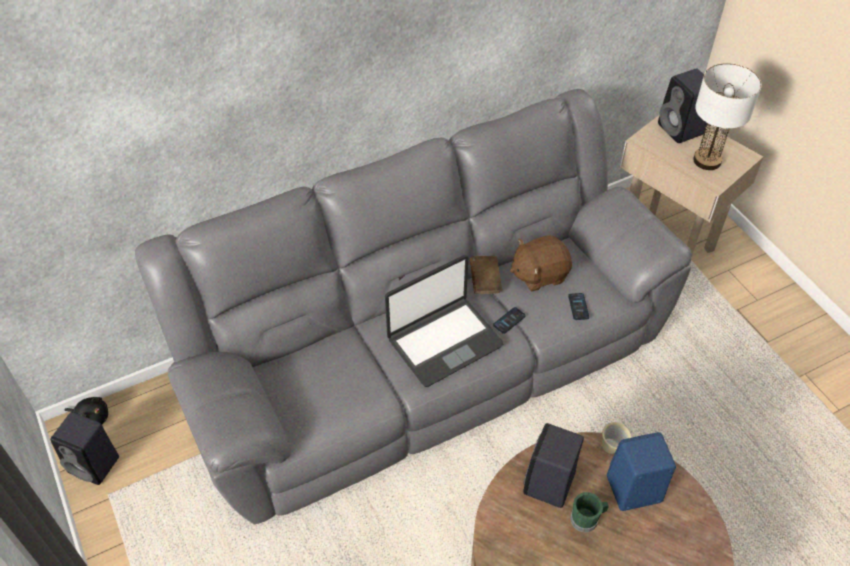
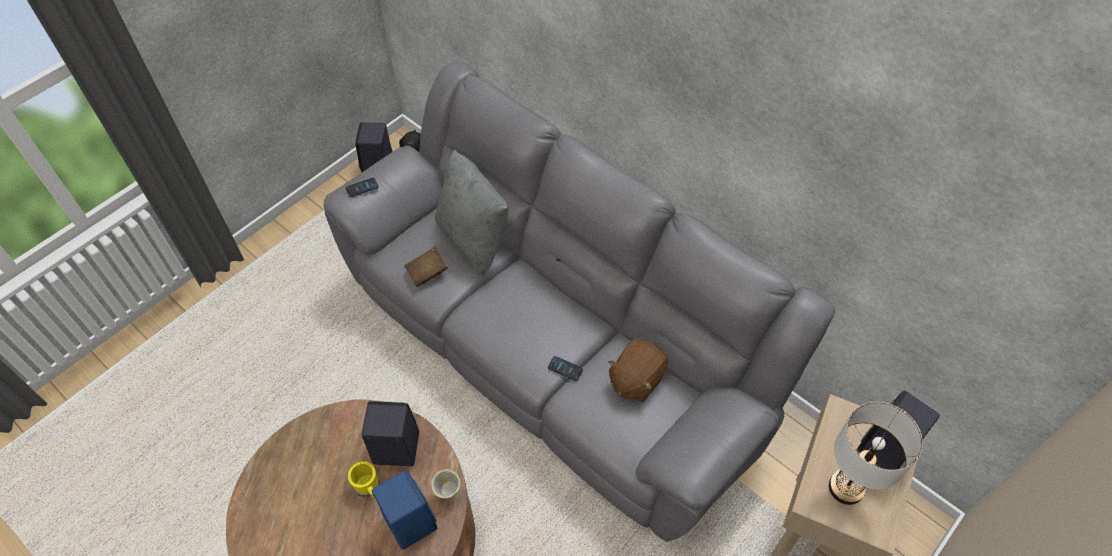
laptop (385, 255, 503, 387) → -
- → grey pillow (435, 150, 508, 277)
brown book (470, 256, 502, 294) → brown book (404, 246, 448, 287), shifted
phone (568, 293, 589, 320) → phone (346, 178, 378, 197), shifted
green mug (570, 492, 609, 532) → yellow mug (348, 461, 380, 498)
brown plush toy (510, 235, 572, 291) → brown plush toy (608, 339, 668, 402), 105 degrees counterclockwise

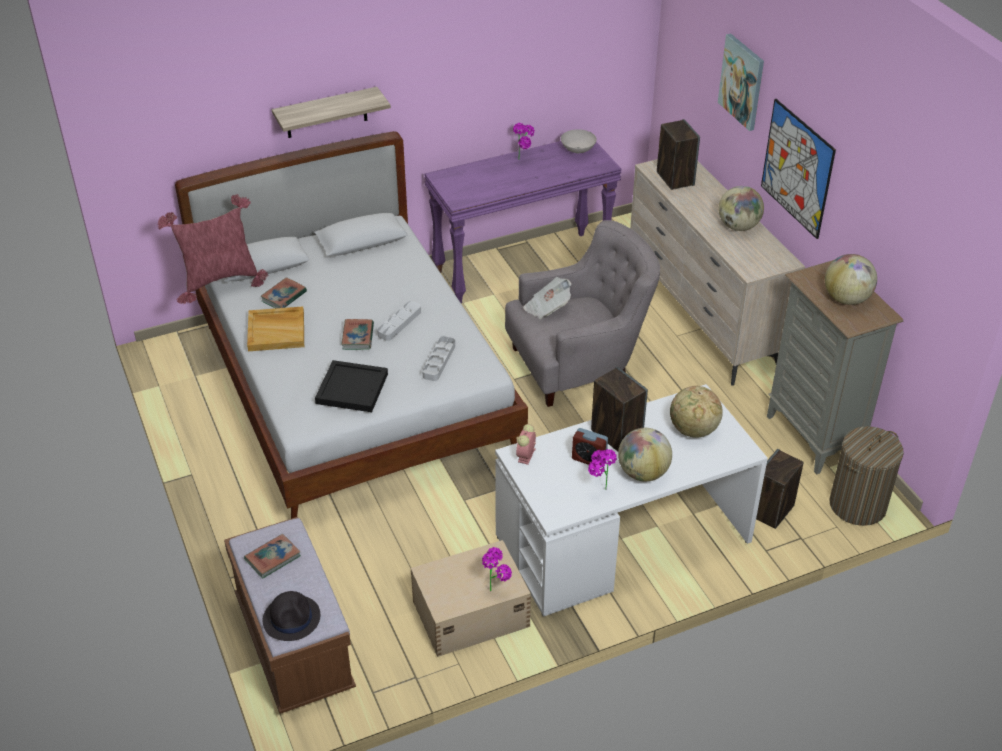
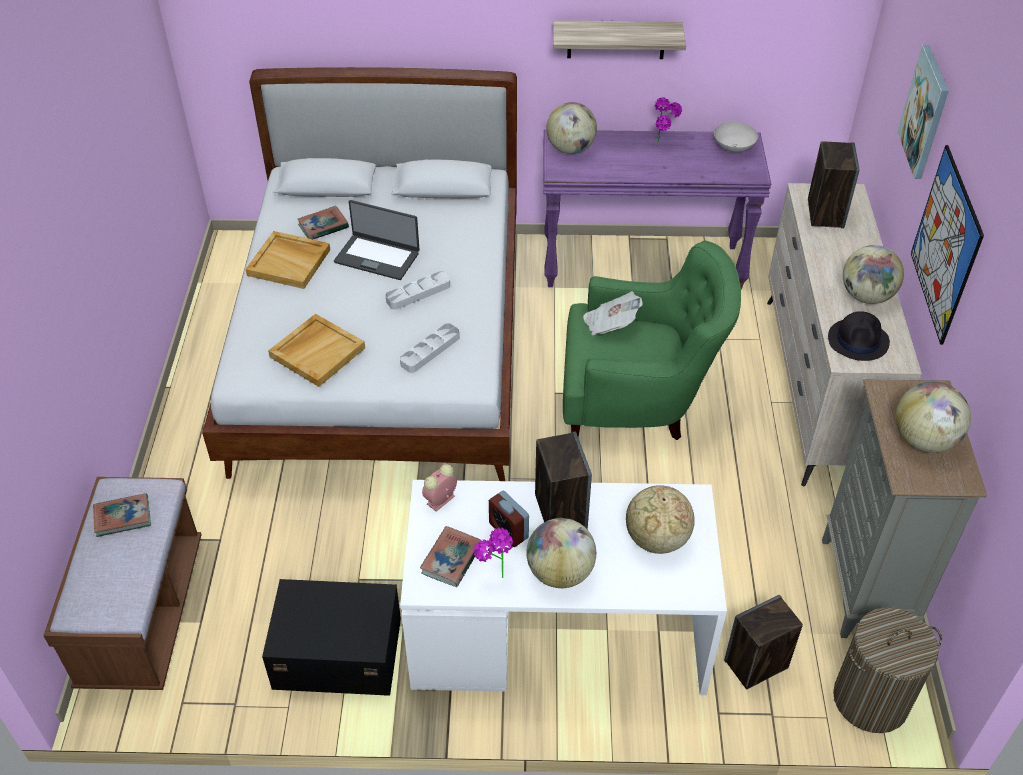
red pillow (158, 194, 269, 304) → -
potted plant (482, 547, 512, 591) → -
- → laptop (334, 200, 420, 280)
- → globe (546, 102, 597, 154)
black hat (263, 591, 320, 641) → black hat (828, 311, 890, 361), shifted
shelf (272, 87, 391, 138) → shelf (553, 20, 686, 59), shifted
book (341, 319, 374, 350) → book (420, 526, 480, 587), shifted
black tray (315, 360, 388, 412) → beige tray (268, 314, 365, 387)
beige storage box (411, 540, 531, 657) → black storage box (262, 579, 401, 696)
grey armchair (505, 220, 660, 407) → green armchair (563, 241, 741, 440)

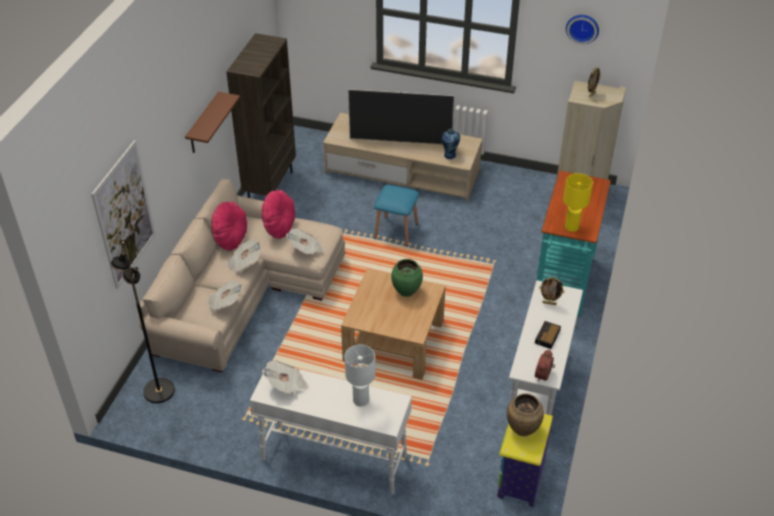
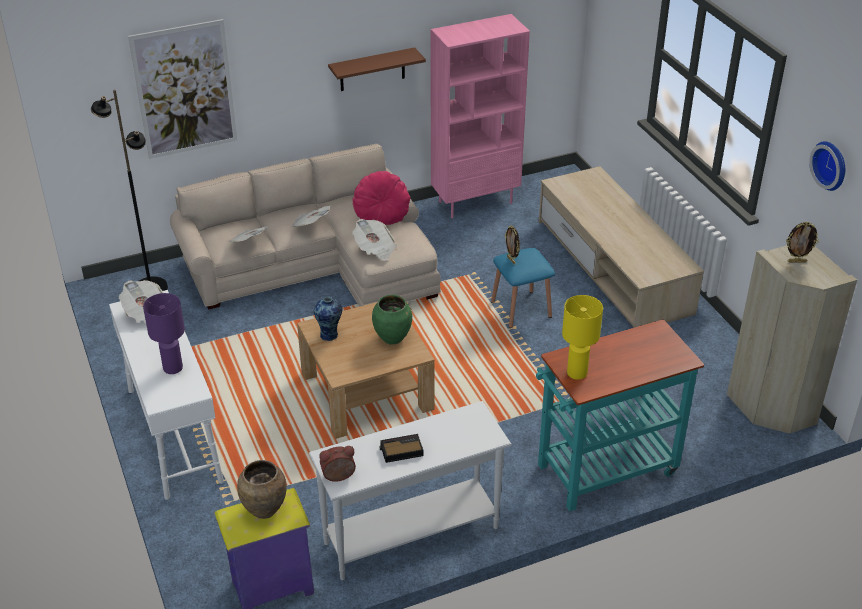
pink pillow (211, 201, 247, 251) → -
television (348, 89, 454, 144) → -
vase (441, 129, 460, 159) → vase (314, 296, 343, 342), shifted
picture frame (539, 277, 564, 305) → picture frame (505, 226, 520, 265), shifted
brown bookcase (226, 33, 296, 198) → pink bookcase (431, 14, 530, 218)
white table lamp (345, 344, 375, 407) → purple table lamp (143, 293, 185, 374)

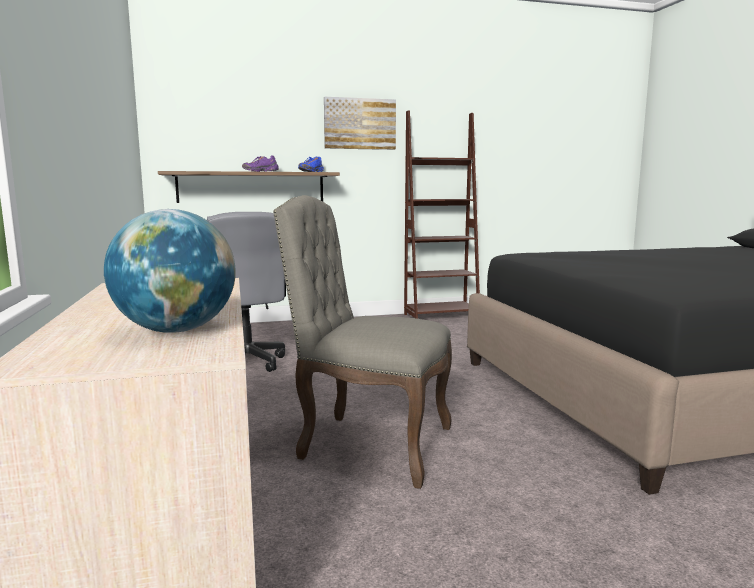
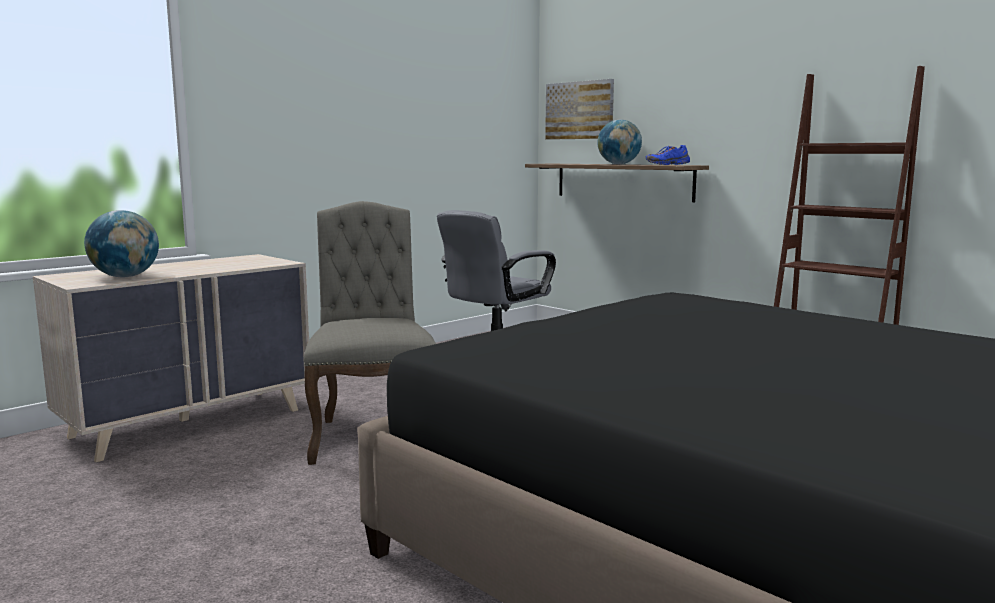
picture (324, 97, 396, 150) → picture (545, 79, 614, 140), shifted
purple shoe (242, 155, 279, 172) → globe (597, 119, 642, 164)

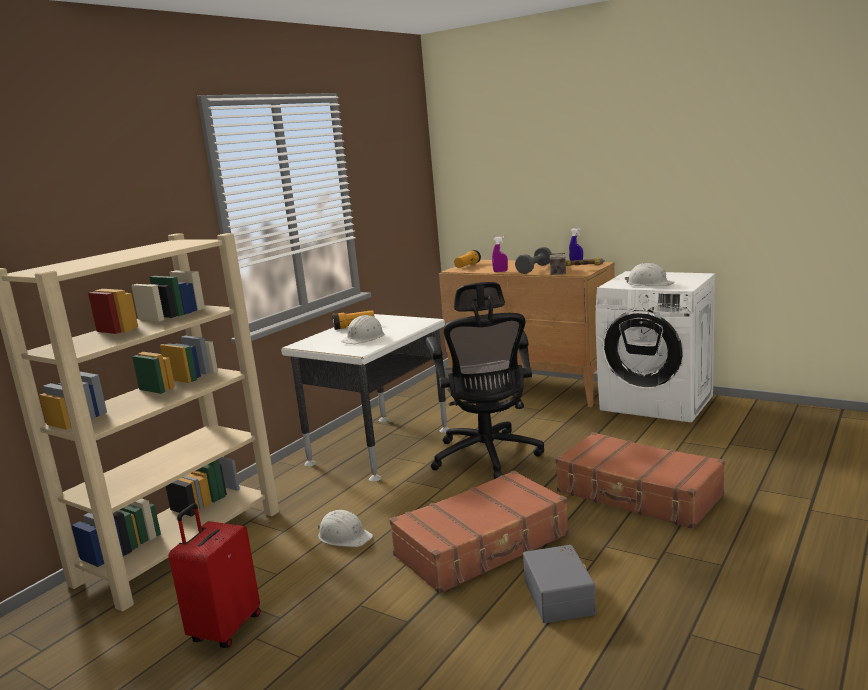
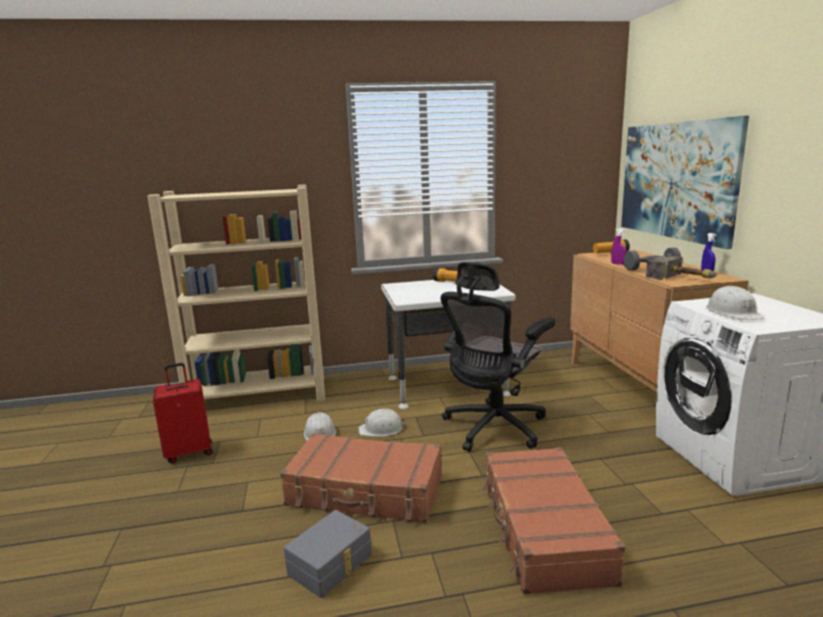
- → picture (621, 116, 749, 249)
white hard hat (341, 315, 384, 344) → white hard hat (358, 408, 405, 437), shifted

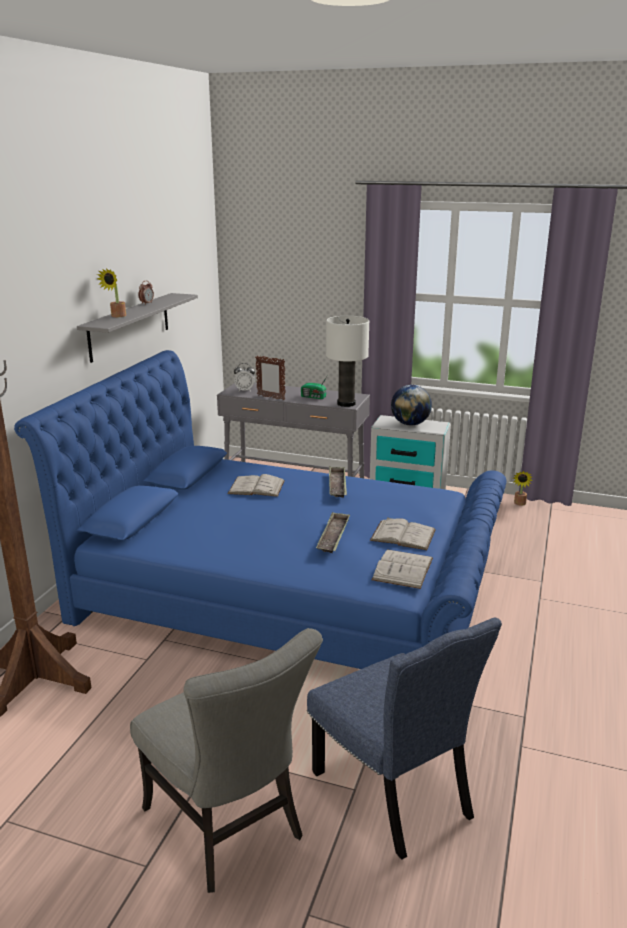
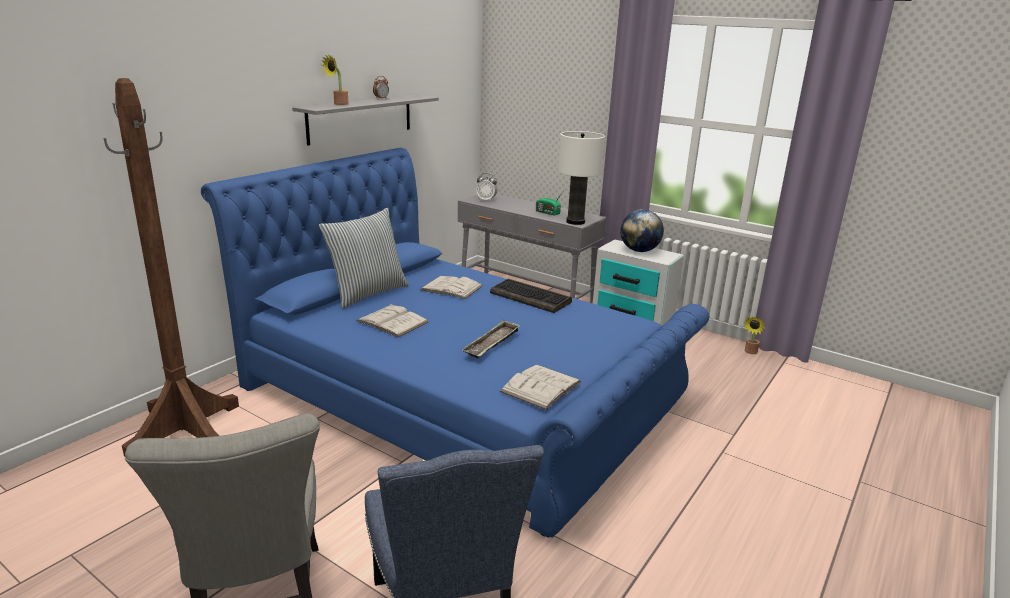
picture frame (255, 355, 286, 400) → -
- → pillow (319, 208, 409, 308)
white book (370, 517, 436, 550) → white book (356, 304, 429, 337), shifted
tray (329, 466, 347, 498) → keyboard (490, 279, 572, 313)

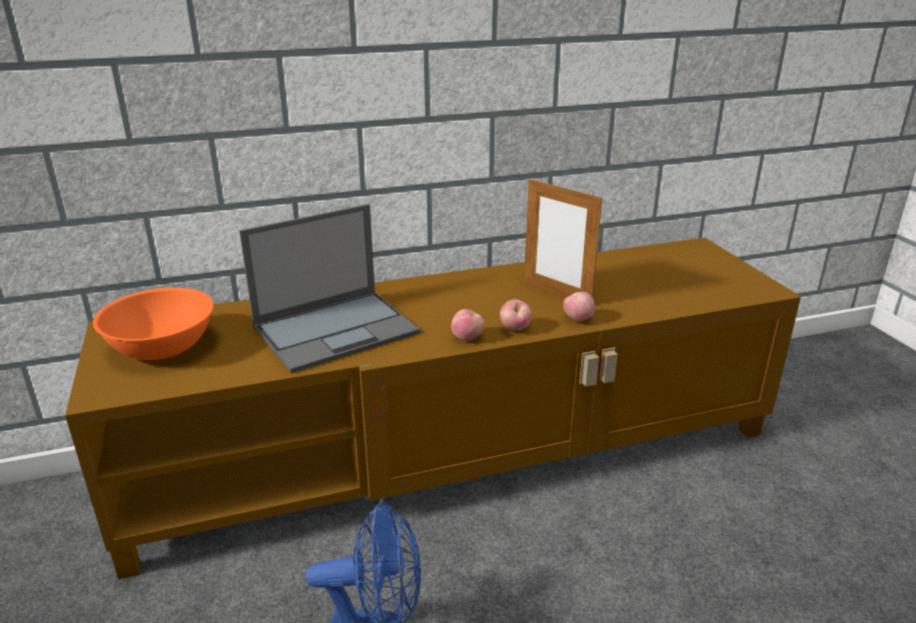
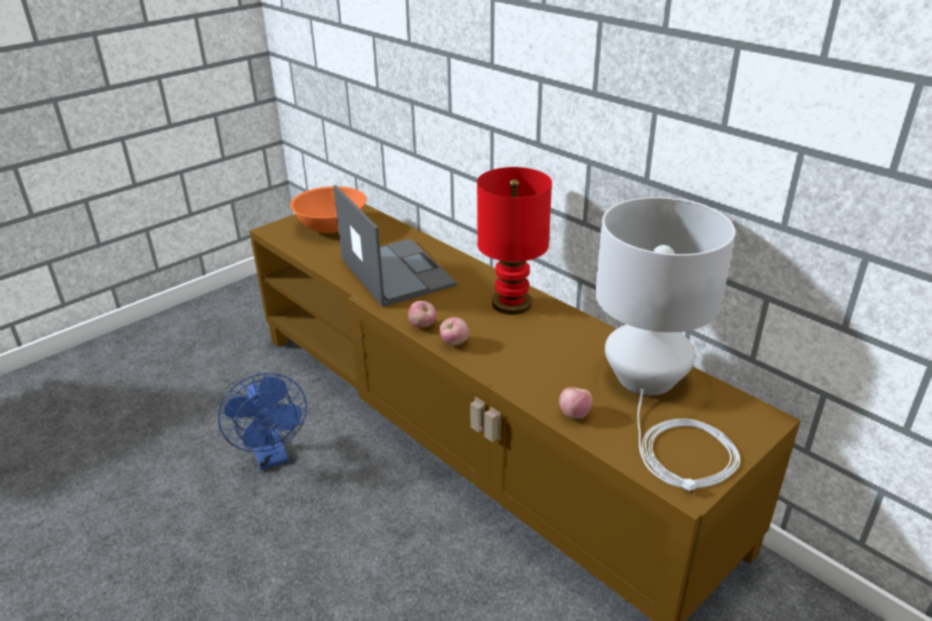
picture frame (524, 178, 602, 297) → -
- → red table lamp (477, 167, 552, 315)
- → grey table lamp (596, 197, 740, 494)
apple (563, 292, 595, 321) → apple (559, 387, 592, 419), shifted
laptop (239, 204, 420, 373) → laptop (333, 185, 457, 307), 150 degrees counterclockwise

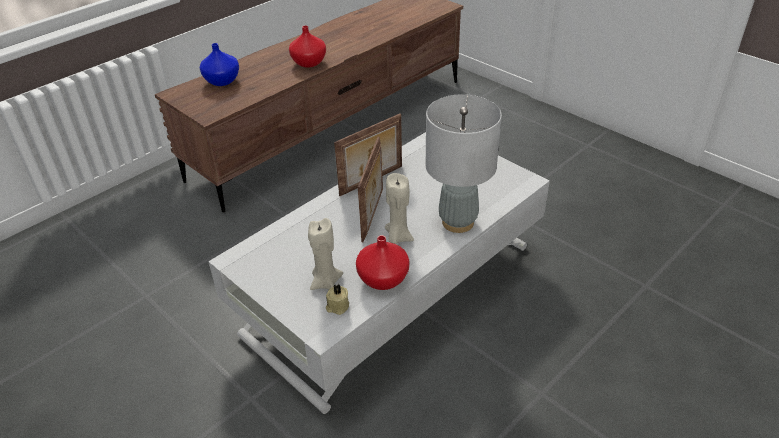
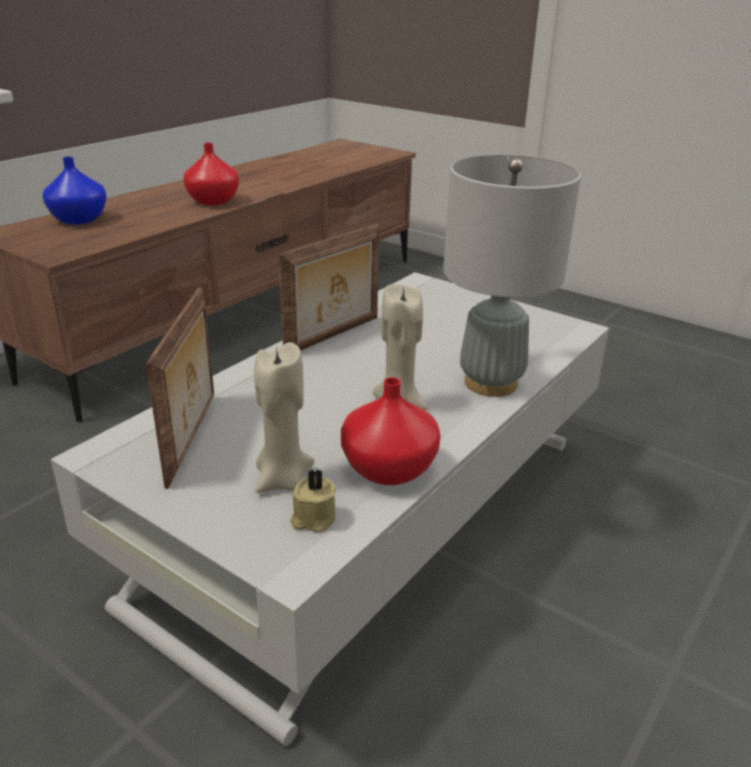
picture frame (358, 137, 383, 242) → picture frame (146, 287, 214, 489), shifted

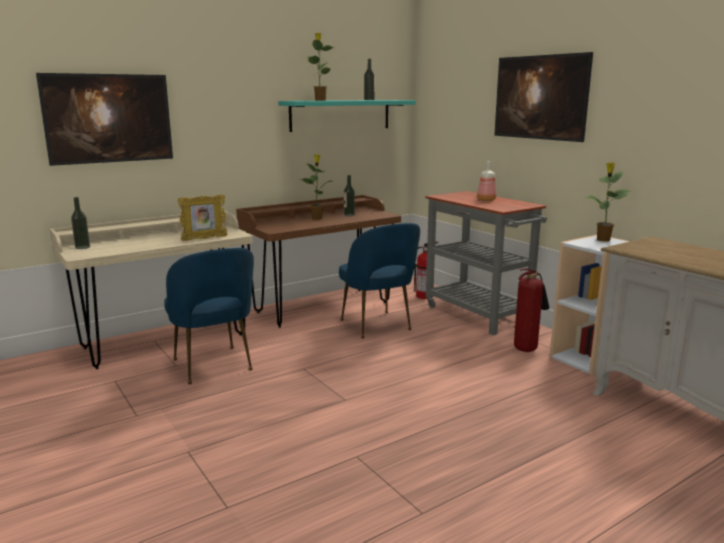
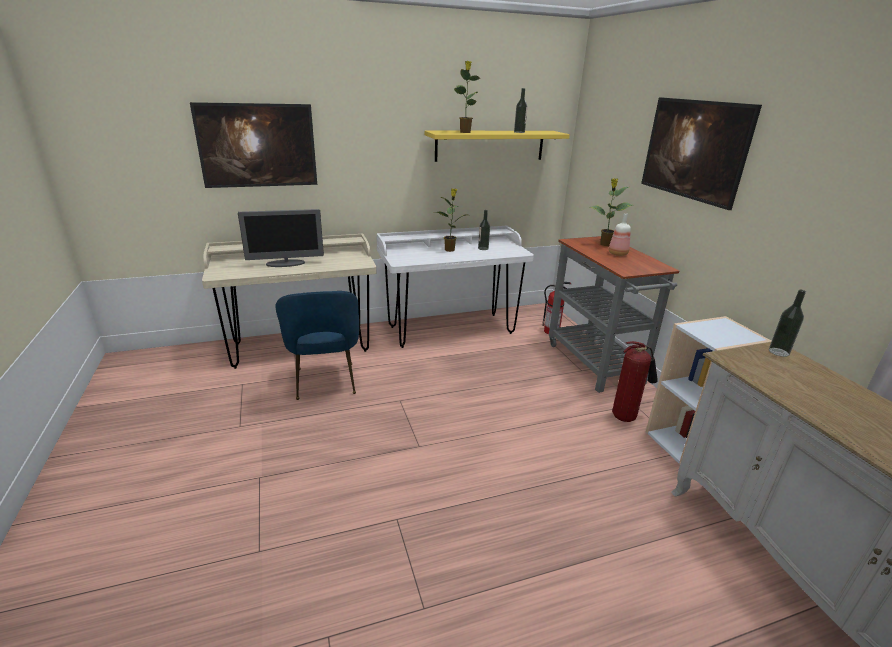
picture frame (178, 195, 228, 241) → -
blue chair (339, 223, 420, 339) → -
- → monitor (238, 209, 324, 267)
bottle (71, 197, 90, 249) → bottle (769, 290, 806, 357), shifted
potted plant (585, 162, 631, 242) → potted plant (590, 178, 633, 246), shifted
brown desk (236, 195, 401, 328) → white desk (377, 226, 534, 348)
turquoise shelf (278, 100, 416, 132) → yellow shelf (425, 131, 570, 162)

